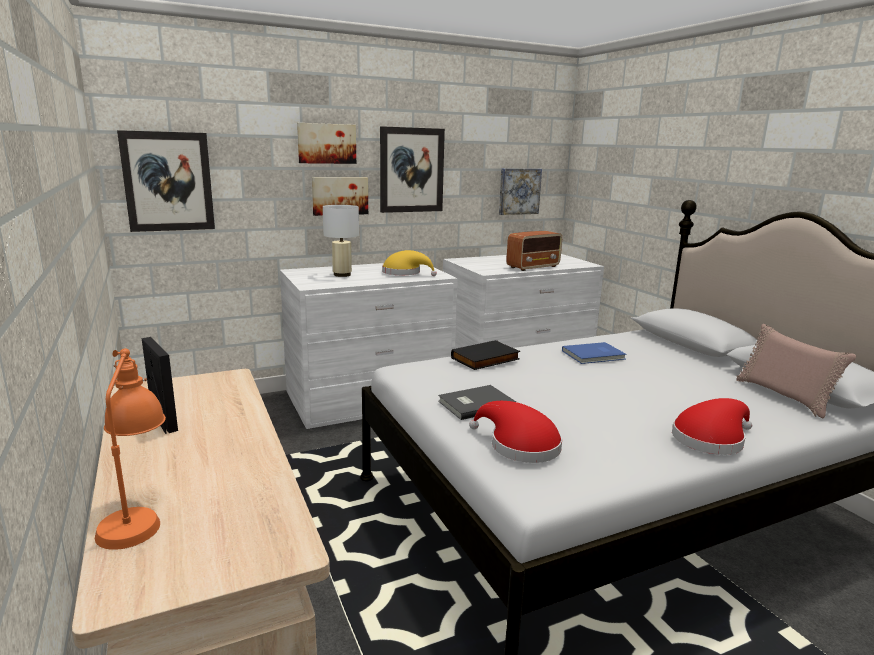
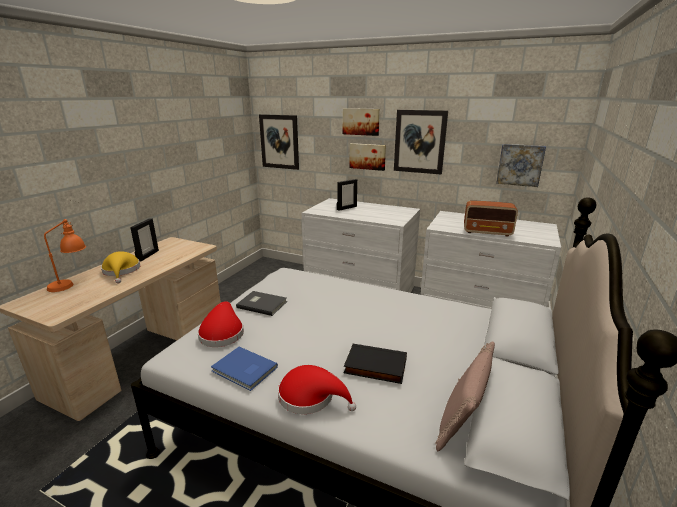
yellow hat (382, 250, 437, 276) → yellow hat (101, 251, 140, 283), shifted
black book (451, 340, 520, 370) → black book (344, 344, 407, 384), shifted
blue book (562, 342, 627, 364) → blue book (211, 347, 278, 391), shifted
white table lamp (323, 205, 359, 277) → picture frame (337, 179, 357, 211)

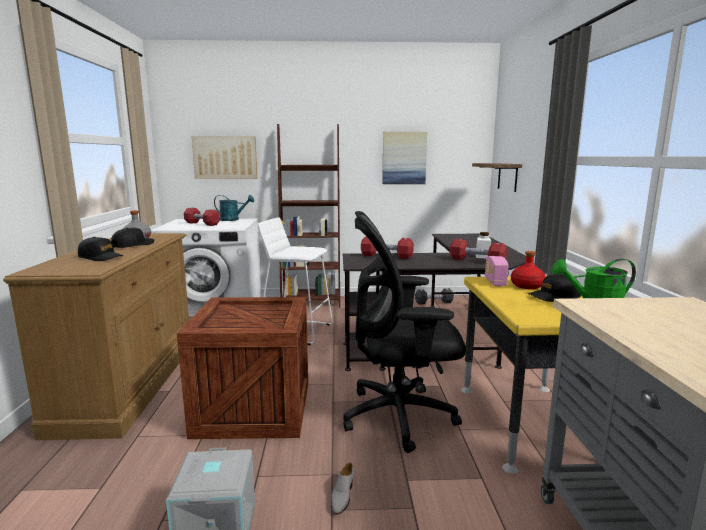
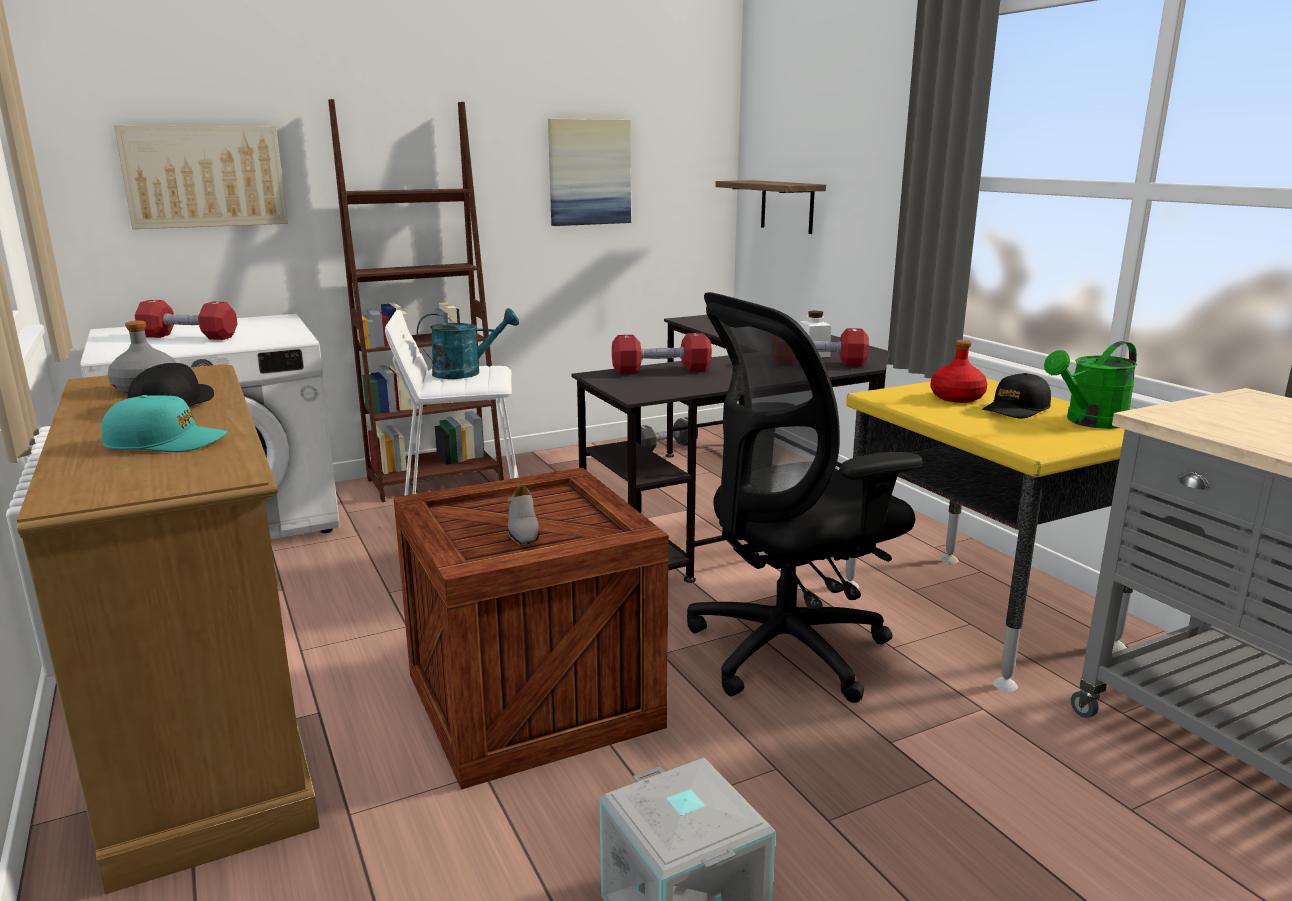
radio (485, 256, 509, 286) → -
turquoise watering can (214, 195, 254, 221) → turquoise watering can (417, 308, 519, 379), shifted
grey shoe (331, 462, 354, 515) → grey shoe (507, 485, 539, 546), shifted
black cap (78, 237, 123, 261) → turquoise cap (101, 395, 227, 452)

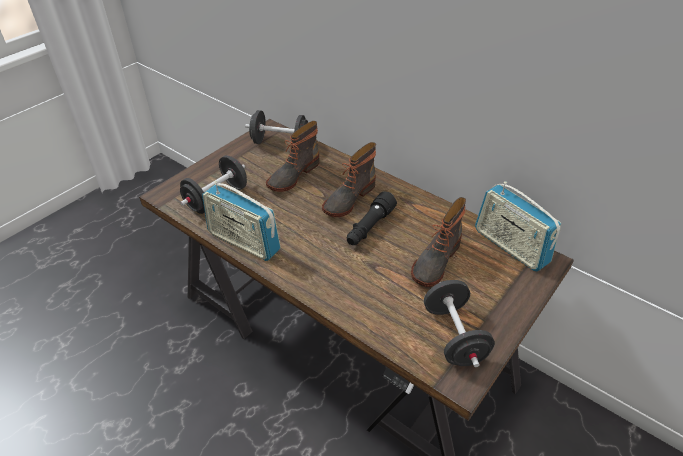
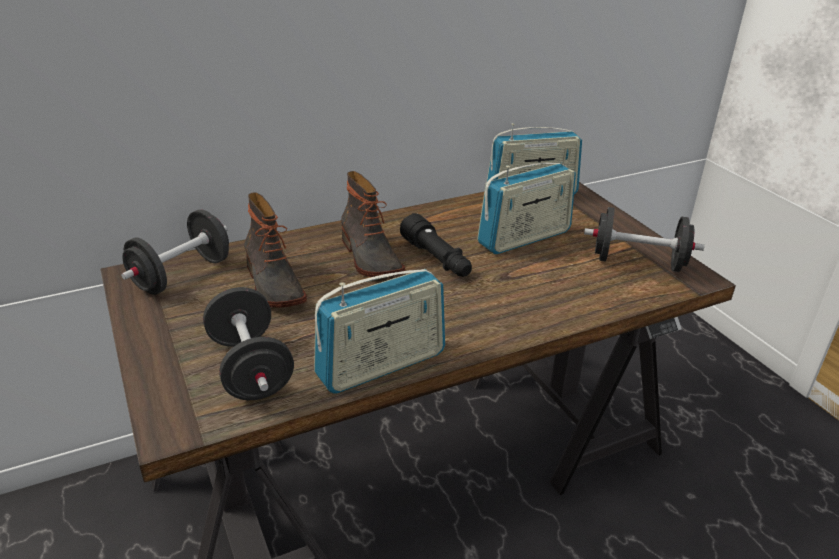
boot (411, 197, 466, 287) → radio (477, 163, 576, 254)

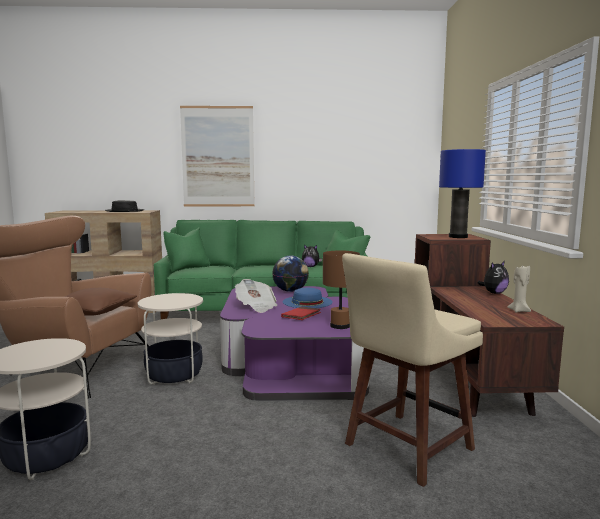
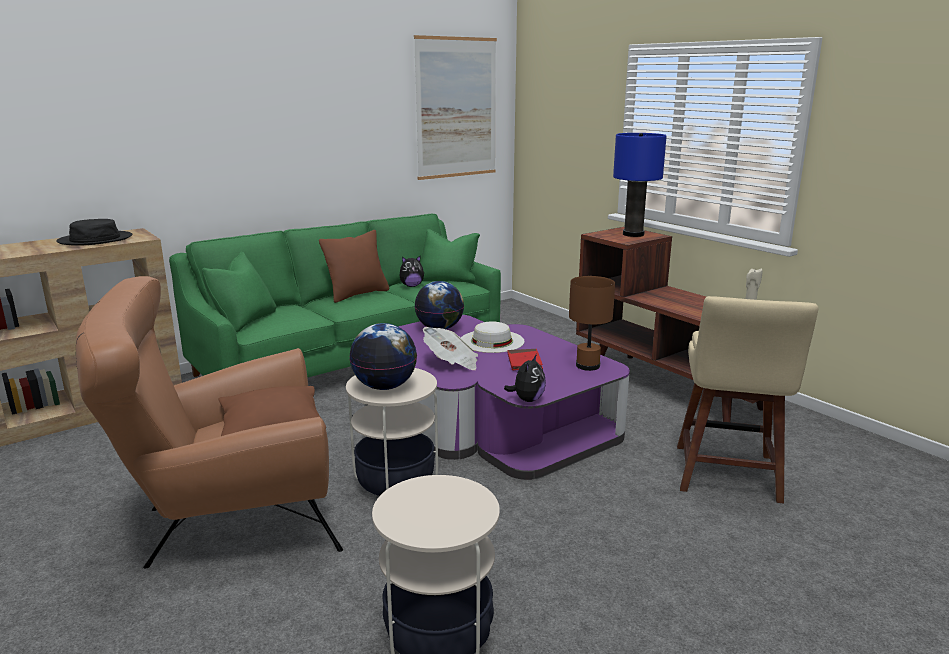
- → brown pillow (319, 230, 389, 303)
- → globe (349, 323, 417, 390)
picture (180, 106, 255, 206) → picture (414, 35, 497, 180), shifted
plush toy (477, 261, 509, 294) → plush toy (504, 354, 546, 402), shifted
blue hat (283, 288, 333, 308) → white hat (461, 321, 525, 353)

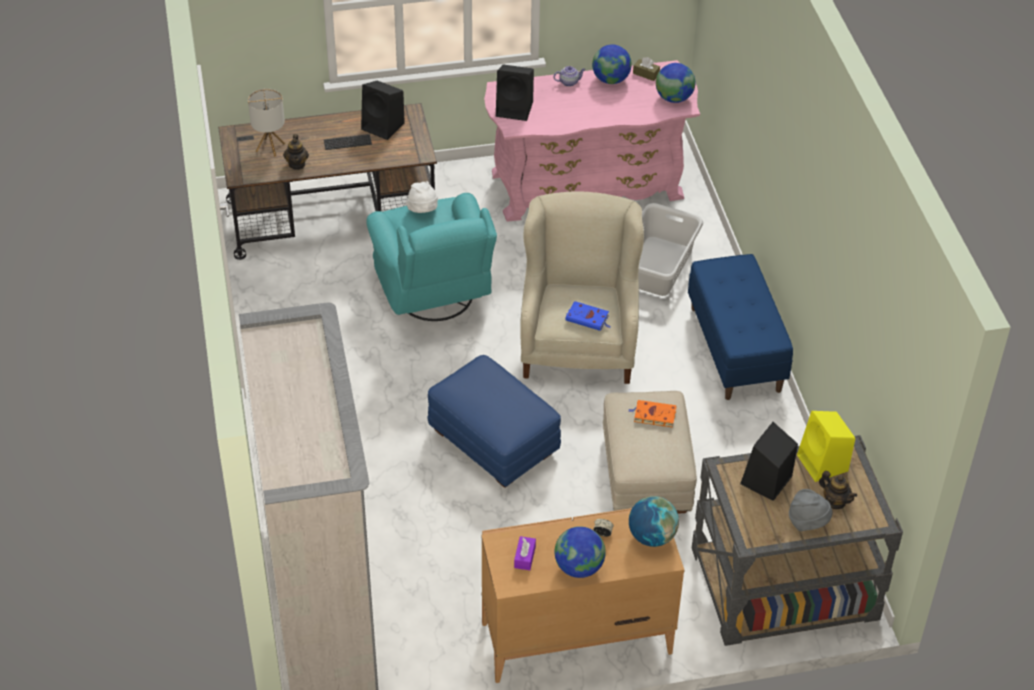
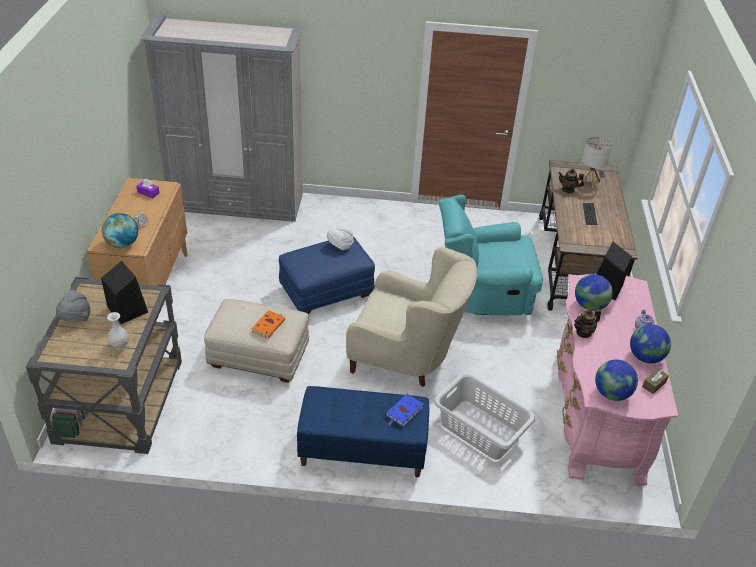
black speaker (361, 80, 405, 140) → -
white hat (406, 181, 438, 213) → white hat (327, 222, 353, 250), shifted
globe (555, 526, 606, 578) → globe (575, 274, 613, 311), shifted
blue book (565, 301, 611, 331) → blue book (386, 394, 423, 427), shifted
teapot (819, 471, 857, 509) → teapot (574, 309, 601, 338), shifted
yellow speaker (797, 411, 855, 482) → white vase (107, 312, 129, 350)

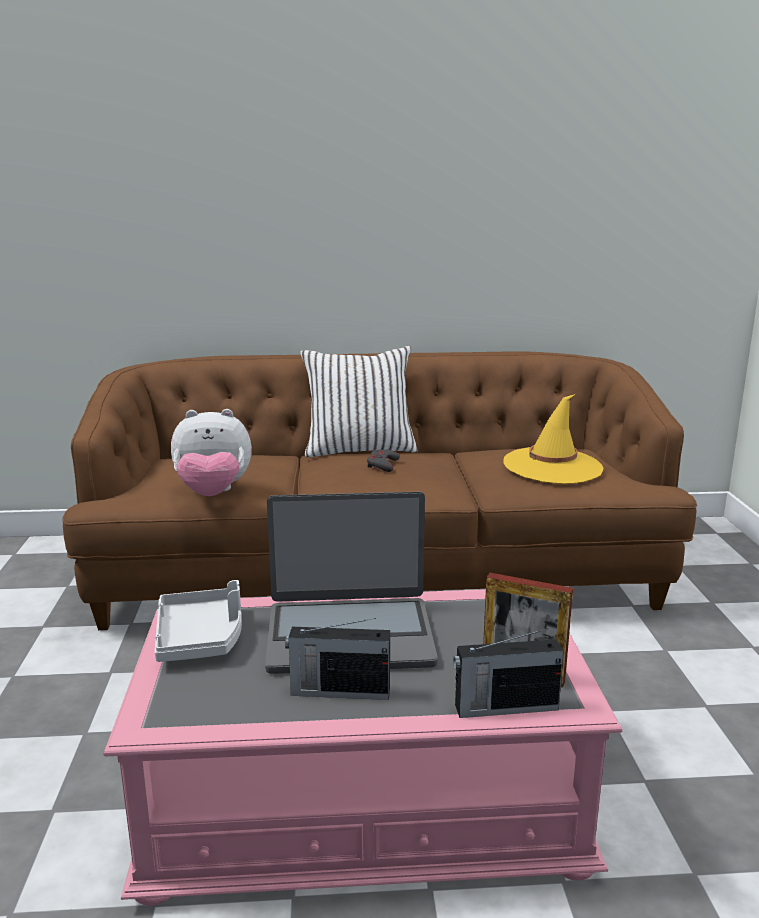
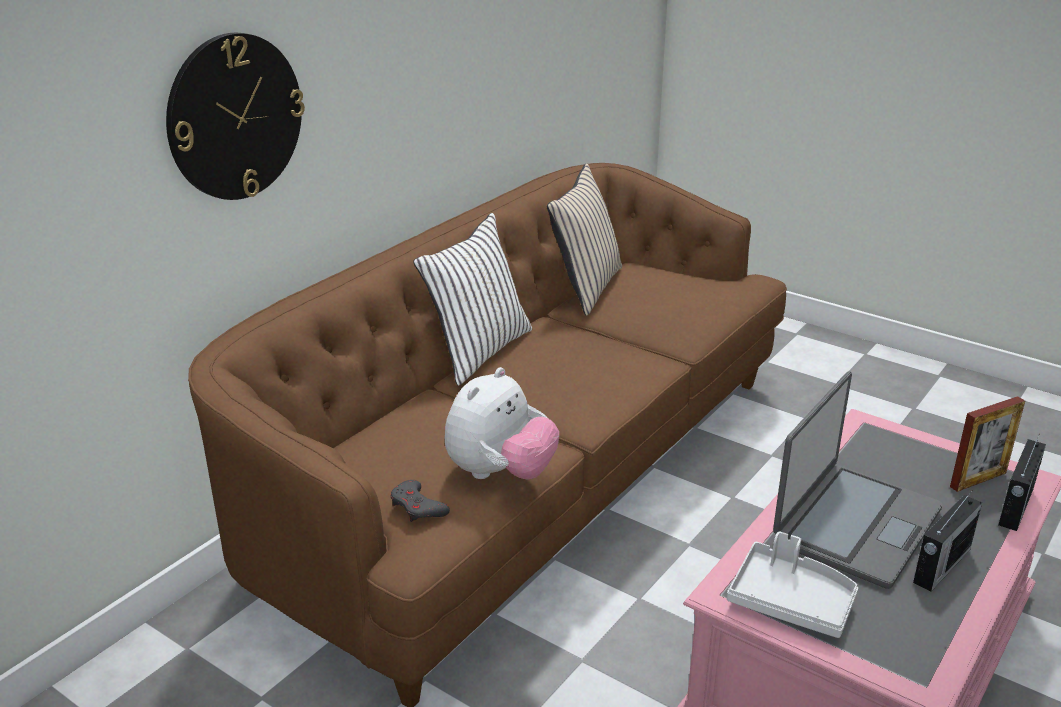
yellow hat (503, 394, 604, 484) → -
- → wall clock (166, 33, 305, 200)
- → beige pillow (547, 163, 622, 316)
grey game controller (367, 450, 400, 472) → grey game controller (390, 480, 450, 522), shifted

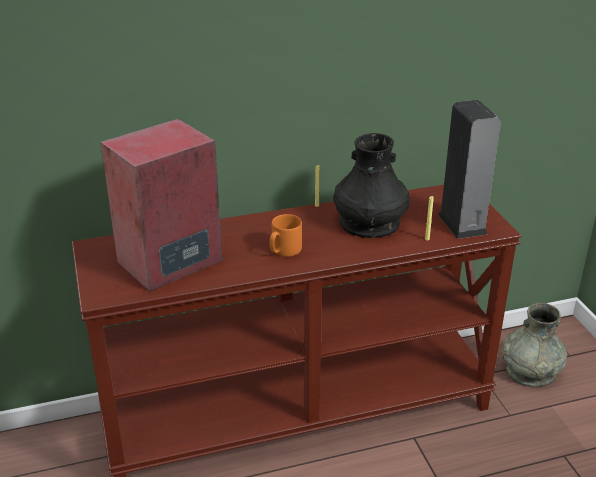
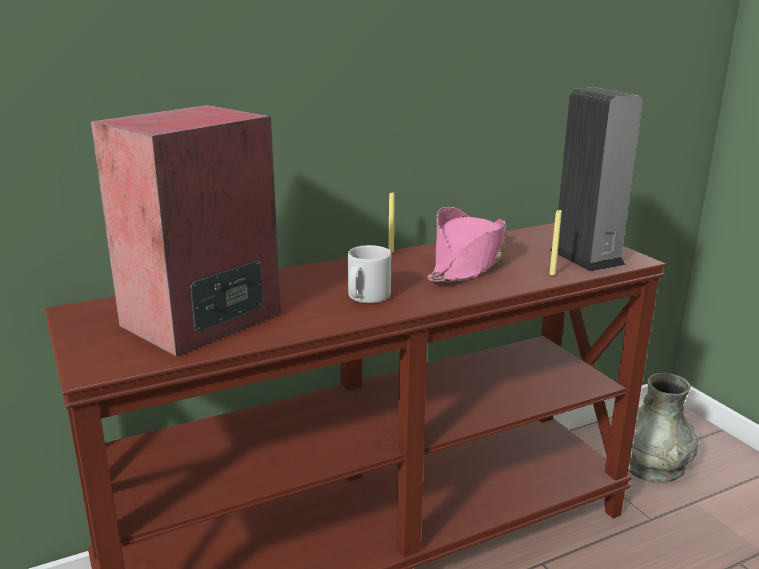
black vase (333, 133, 410, 238) → pink hat (427, 207, 506, 282)
orange mug (270, 214, 302, 257) → grey mug (348, 245, 391, 303)

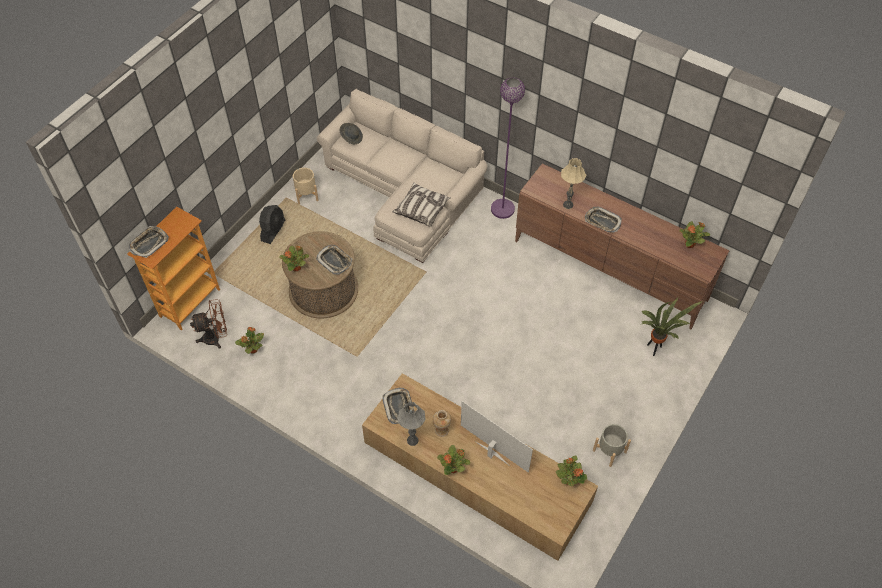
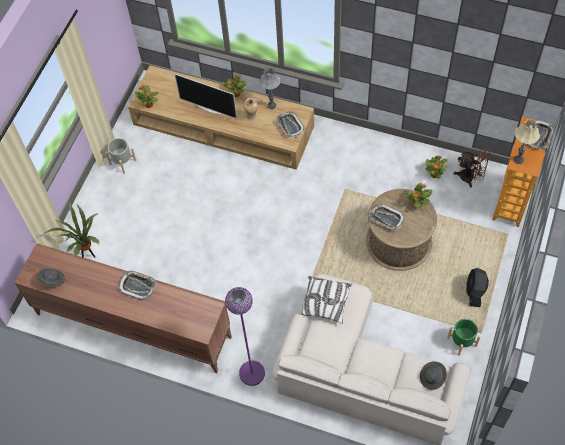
beige table lamp (561, 158, 586, 209) → beige table lamp (514, 119, 540, 164), shifted
potted plant (679, 221, 710, 248) → grey hat (36, 268, 65, 287)
beige planter (292, 168, 319, 204) → green planter (447, 319, 481, 356)
brown fan (190, 299, 227, 349) → brown fan (453, 146, 491, 187), 135 degrees counterclockwise

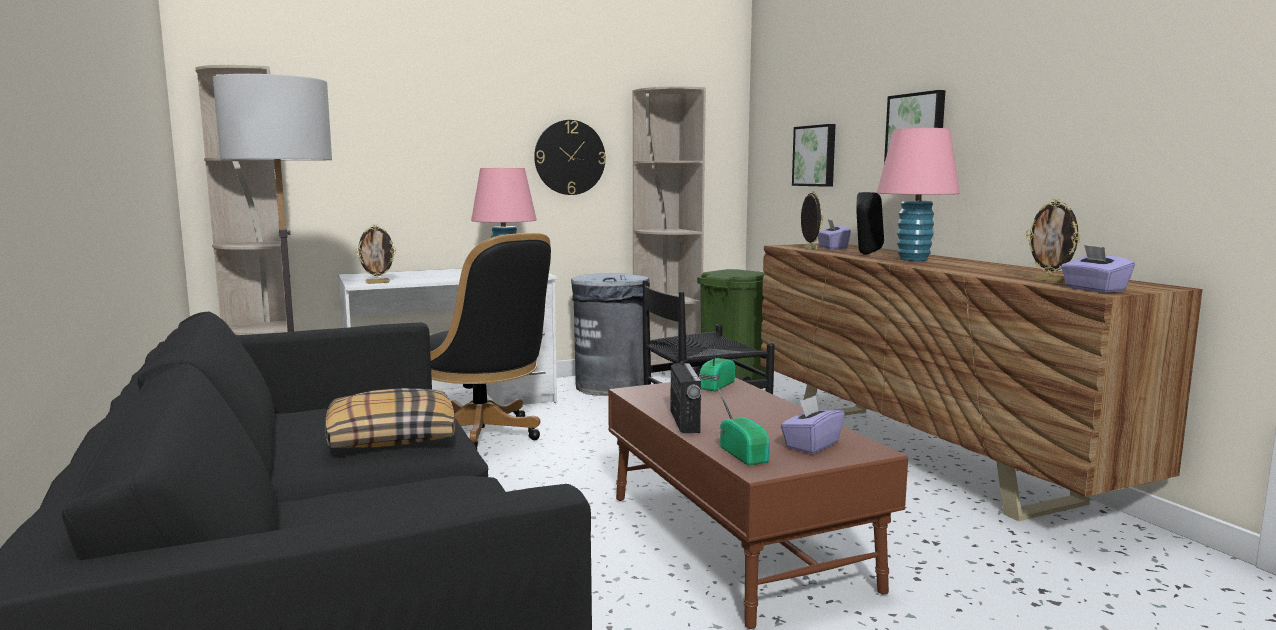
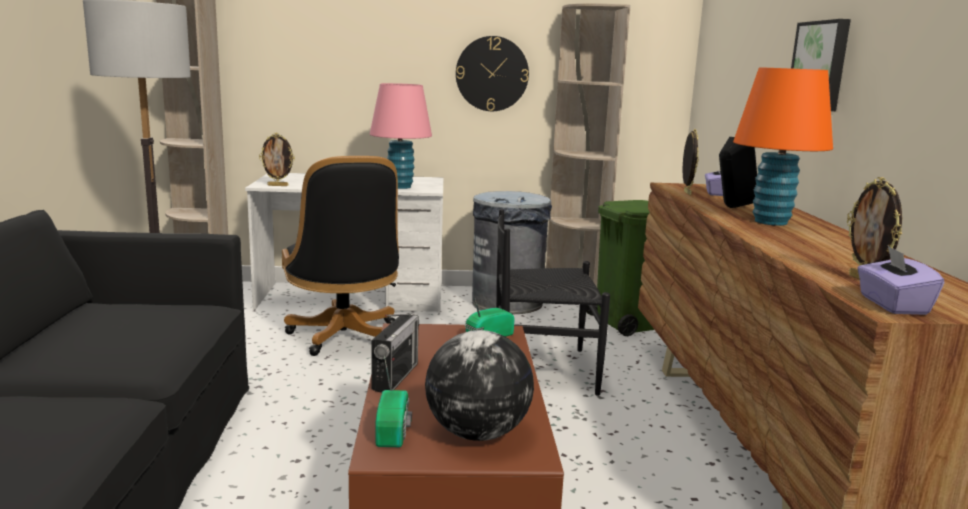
pillow (325, 388, 456, 448) → -
picture (792, 124, 836, 187) → -
purple tissue box (781, 395, 845, 454) → globe (425, 330, 534, 441)
pink table lamp (877, 128, 960, 261) → orange table lamp (733, 67, 833, 226)

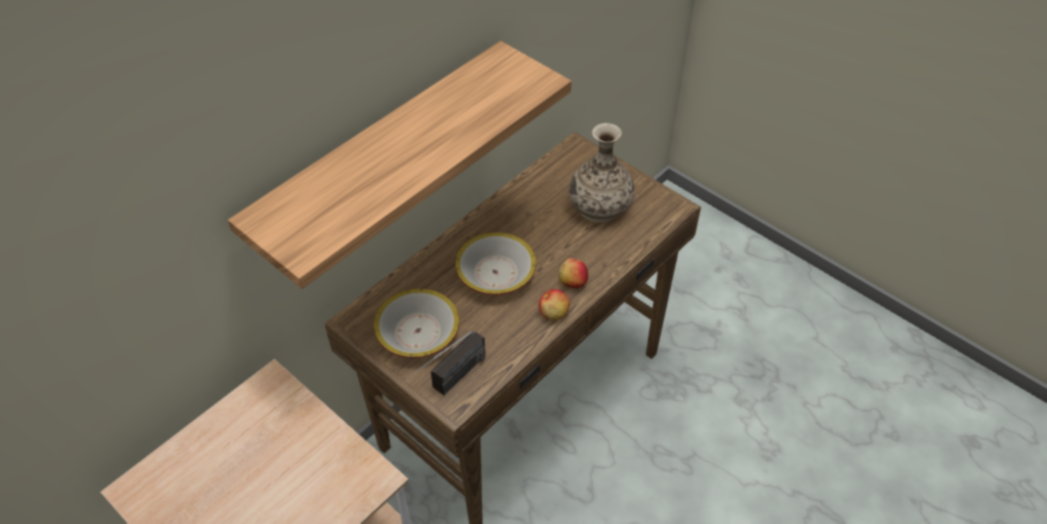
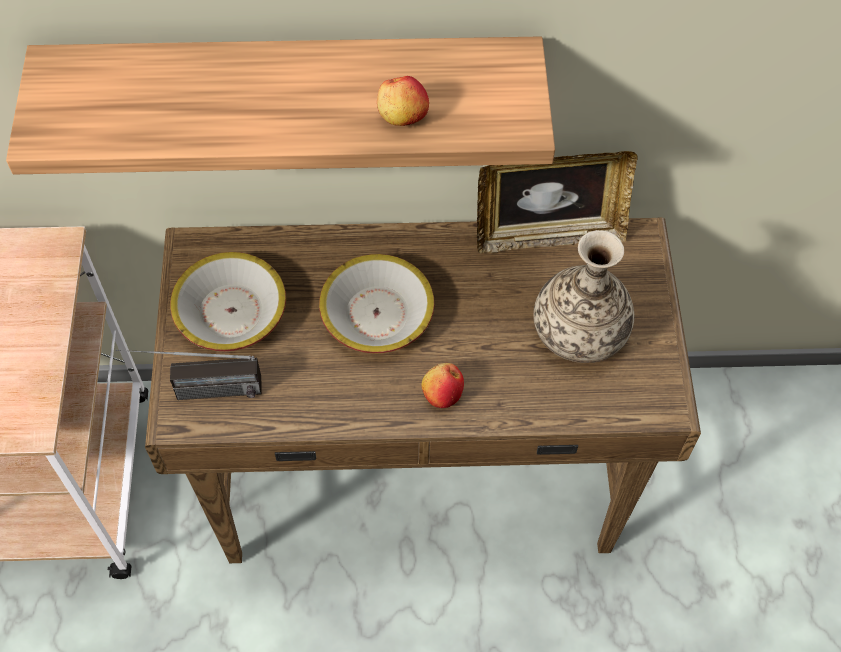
- → picture frame (476, 151, 638, 254)
apple (539, 289, 570, 320) → apple (377, 76, 429, 126), shifted

